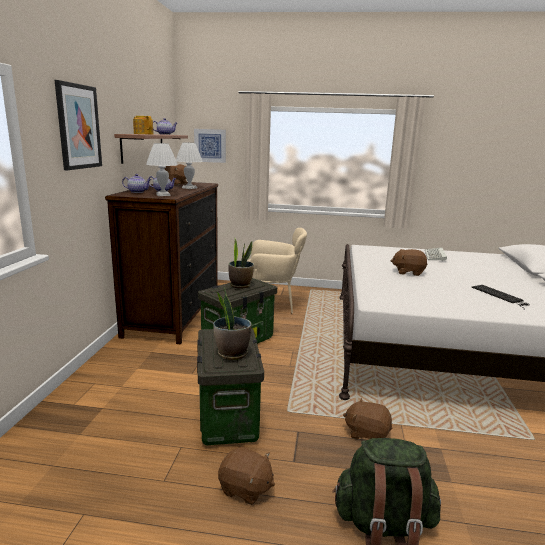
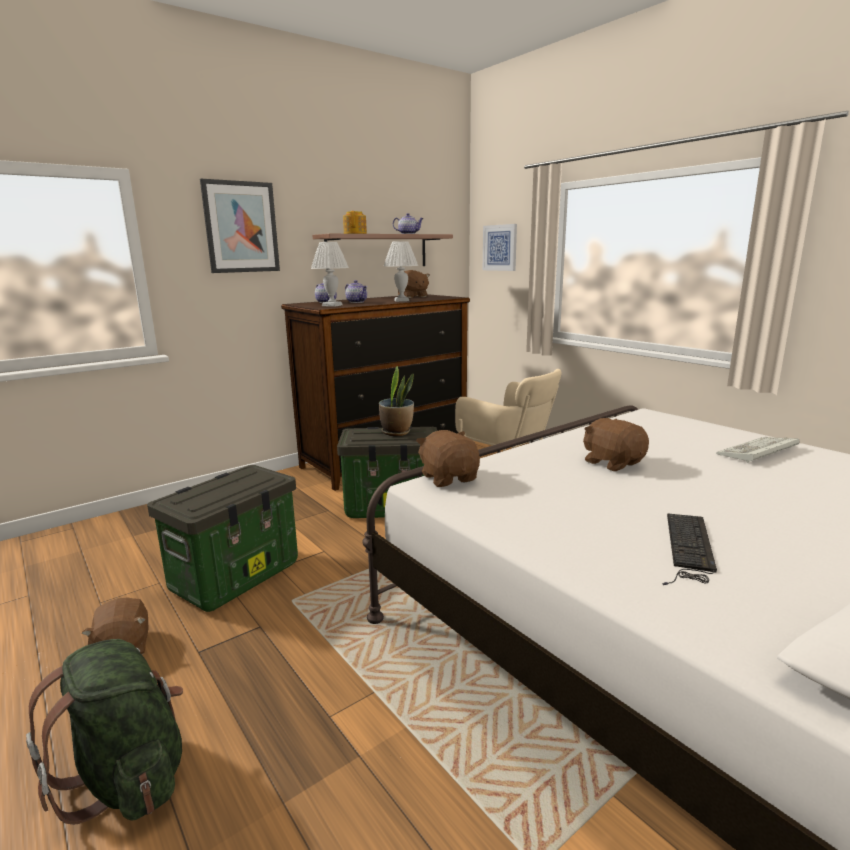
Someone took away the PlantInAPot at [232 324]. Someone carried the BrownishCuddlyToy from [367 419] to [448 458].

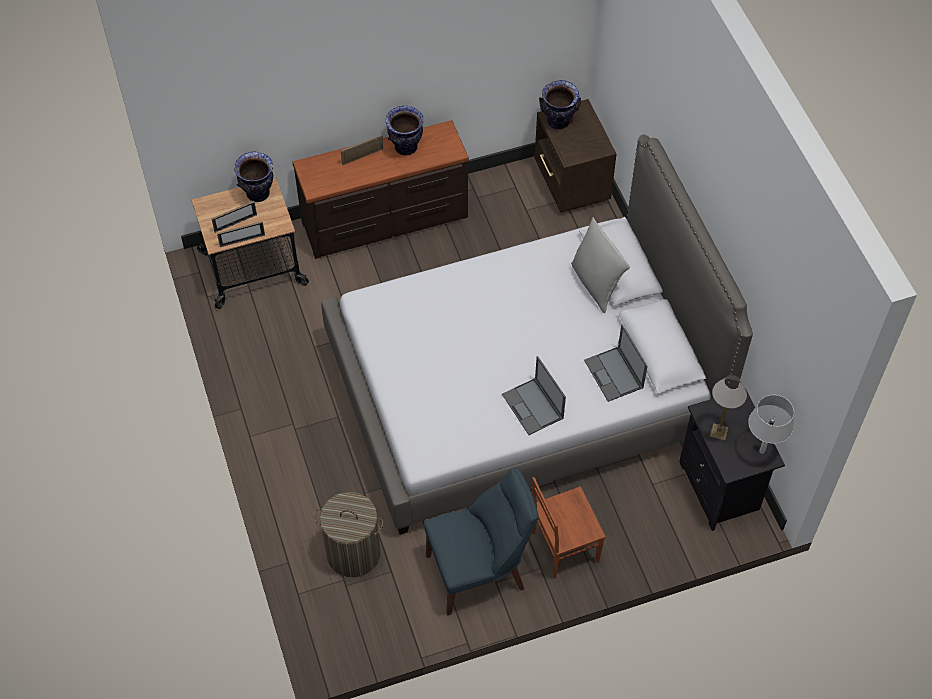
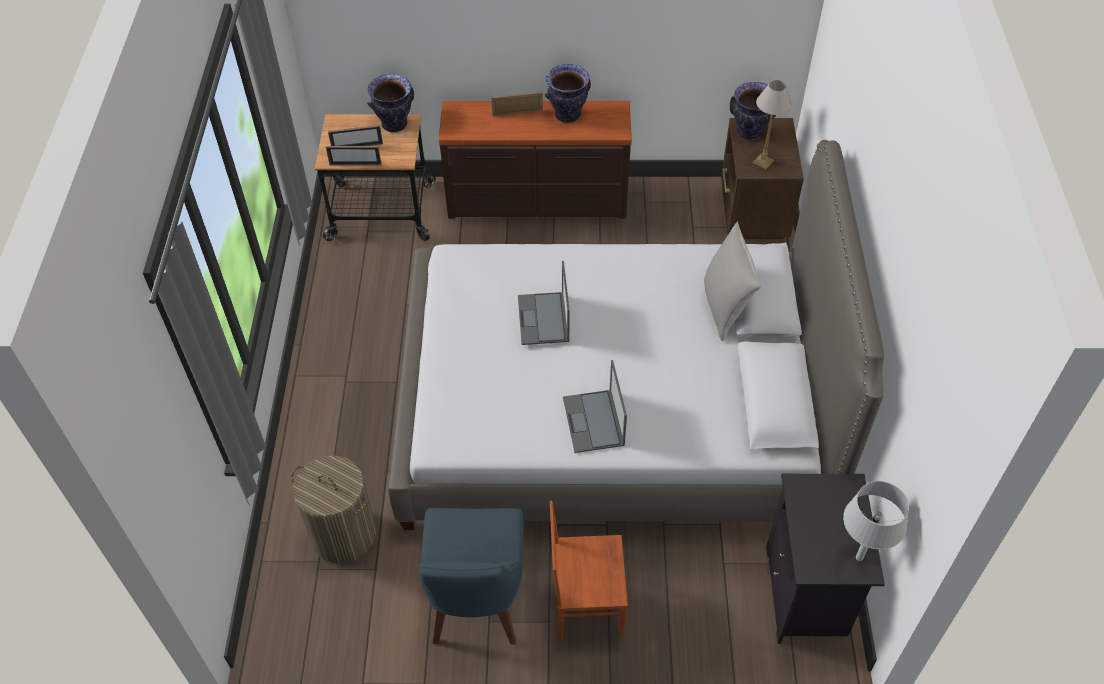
Someone carried the NotebookComputer from [615 363] to [543 303]. Someone carried the LampForATable from [728 408] to [772 124]. Someone rotated the BlueUprightChair at [481 542] by 90 degrees clockwise.

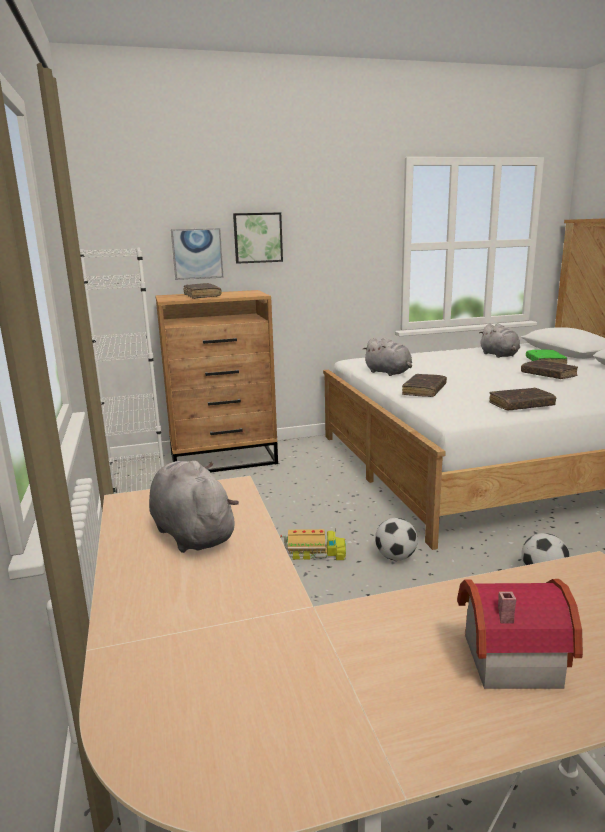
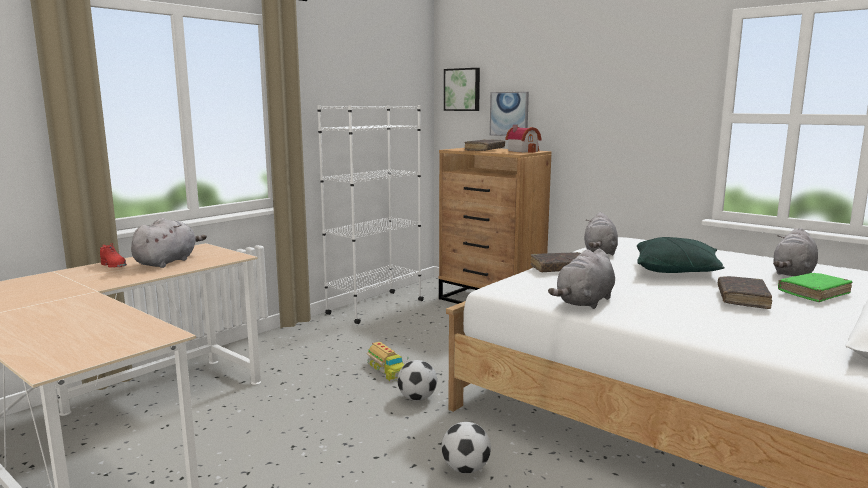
Someone put down the ReddishLowShoe at [113 255]. Someone put down the GreenCushion at [681 255]. Someone carried the Picture from [258 238] to [462 89]. Someone carried the ToyHouse from [520 634] to [523 139]. Someone swapped the BrownishBoundBook at [522 399] for the GreyishCuddlyToy at [581 279].

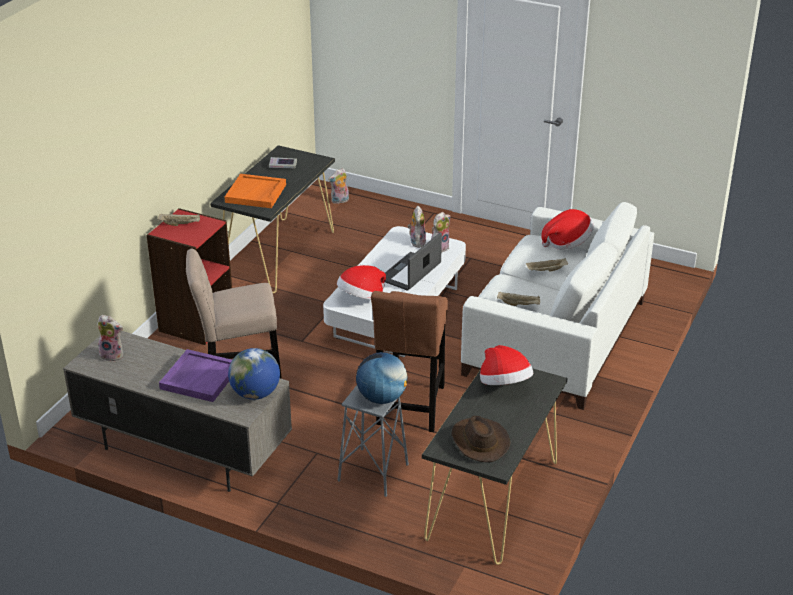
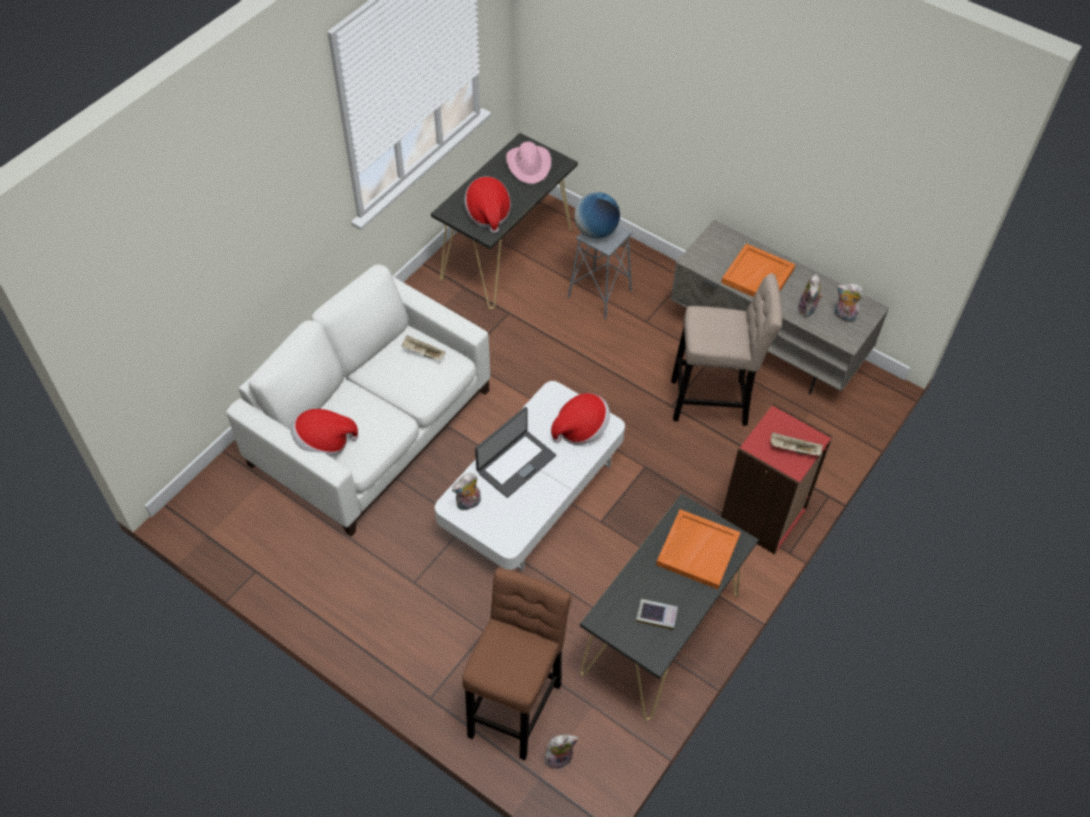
Someone took away the WorldGlobe at [254 374]. Someone took away the BeigeColouredServingTray at [547 265]. Someone carried the BrownishSittingStool from [409 361] to [517 664]. Someone carried the CuddlyToy from [417 227] to [810 296]. Someone repainted the PurpleServingTray at [195 375], which became the OrangeyServingTray at [758 270]. Someone repainted the BrownishHat at [481 439], which became the PinkColouredHat at [528 162].

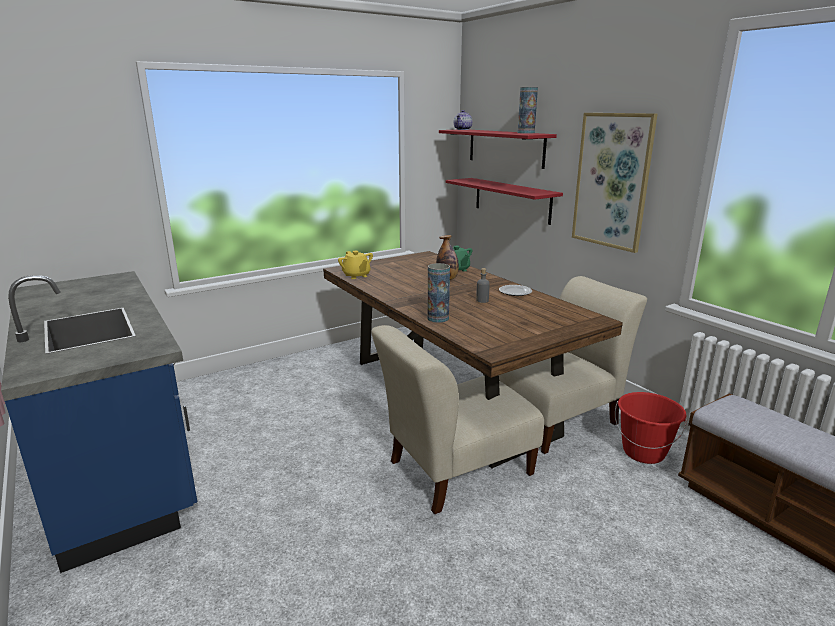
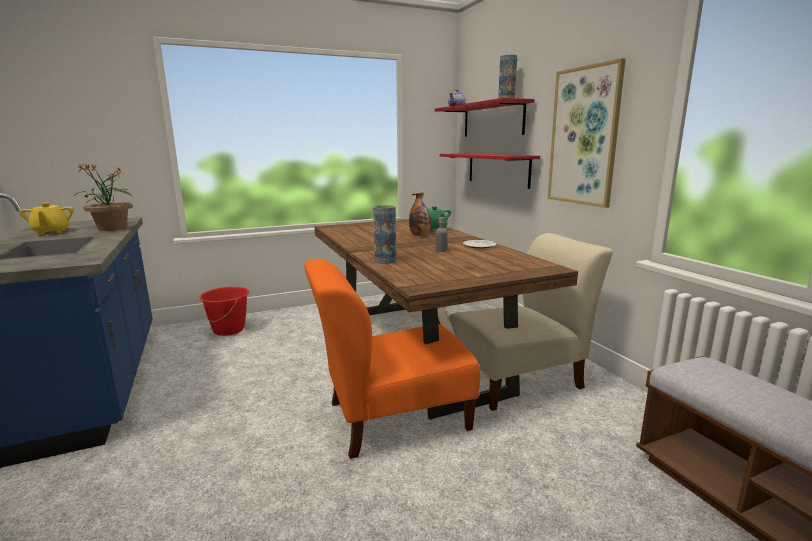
Someone put down the PlantInAPot at [103 197]. Someone carried the YellowishTeaPot from [355 265] to [46 219]. Someone carried the ReddishWaterBucket from [651 428] to [224 311]. Someone repainted the BeigeColouredUprightChair at [457 419], which became the OrangeyUprightChair at [392 359].

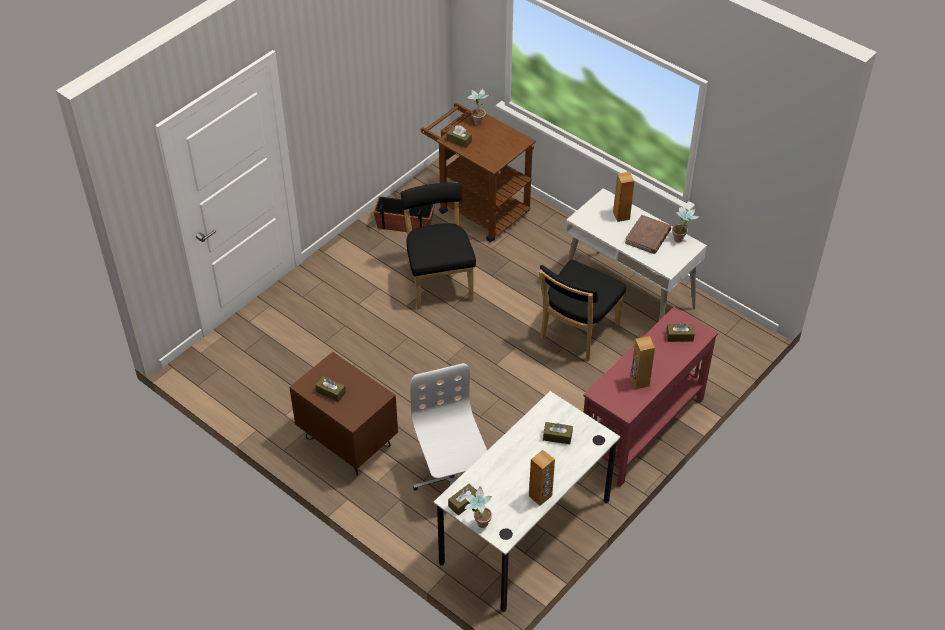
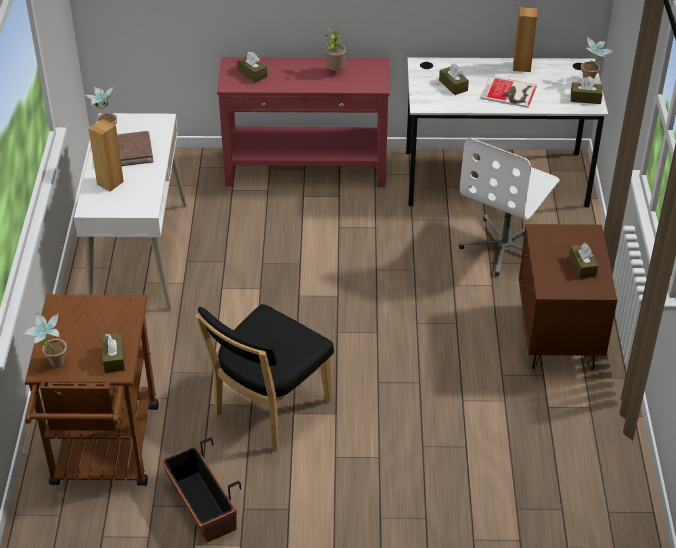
Someone took away the BlackishUprightChair at [582 310]. Someone put down the BoundBook at [508 92]. Someone swapped the BrownishAudioSpeaker at [642 362] for the PlantInAPot at [335 48].

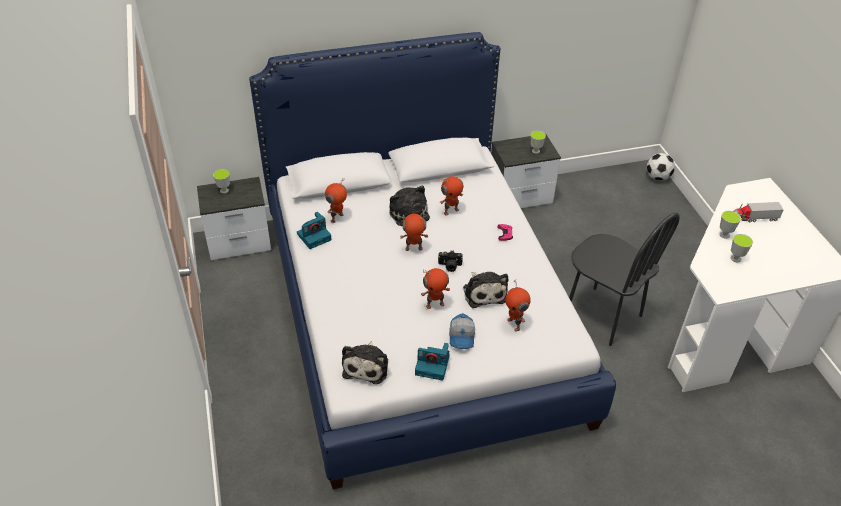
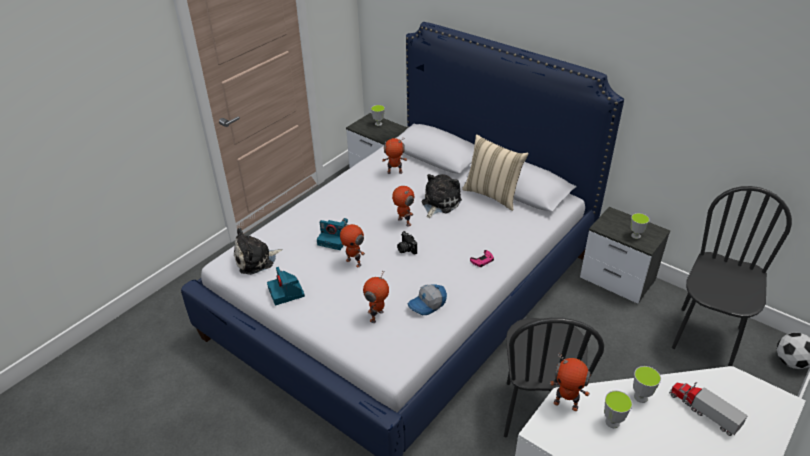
Someone took away the CuddlyToy at [485 290]. Someone put down the BeigeColouredCushion at [495 173]. Someone put down the BlackishUprightChair at [732 276]. Someone carried the PhotoCamera from [314 230] to [332 234]. Someone carried the RobotFigure from [452 196] to [570 382]. Someone carried the PeakedCap from [462 331] to [427 299].

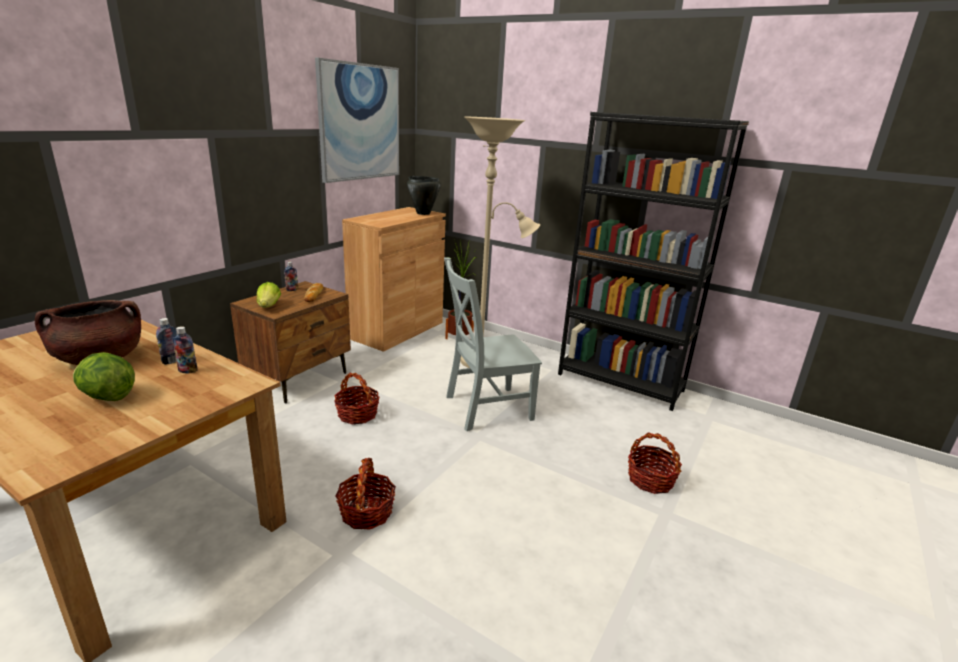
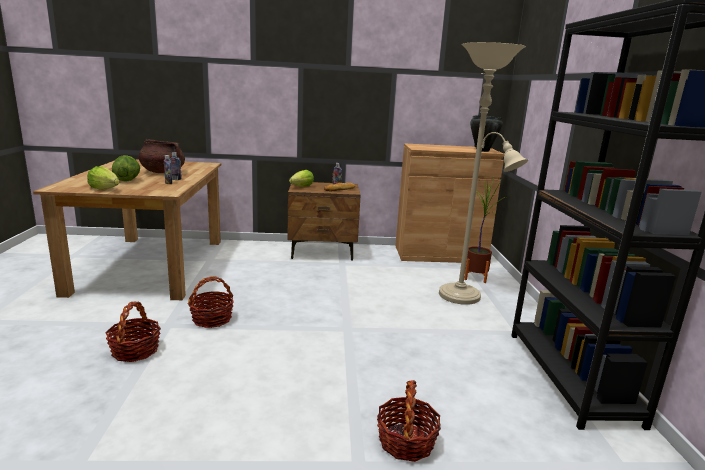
Someone took away the Picture at [357 120]. Someone took away the GreyishUprightChair at [493 344]. Someone put down the HeadOfLettuce at [103 178]. Someone carried the HouseholdBasket from [356 398] to [133 331].

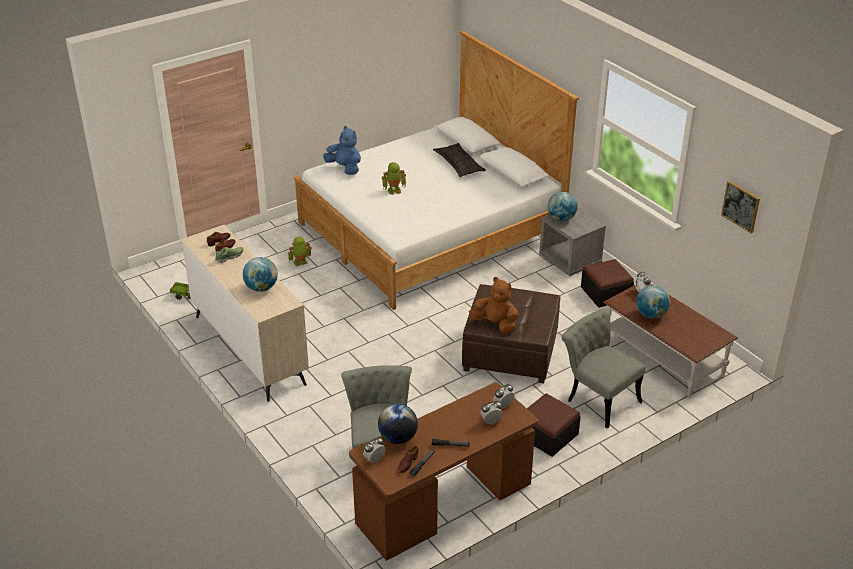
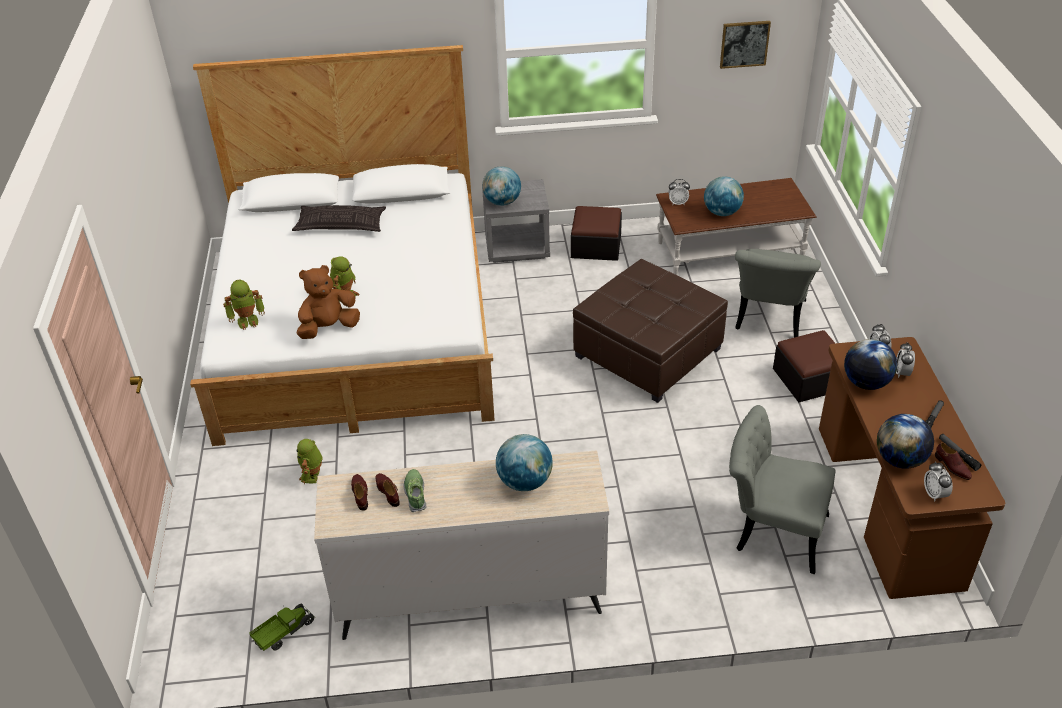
Someone put down the WorldGlobe at [870 364]. Someone carried the BrownishCuddlyToy from [494 305] to [328 302]. Someone swapped the BlueCuddlyToy at [342 150] for the RobotFigure at [244 305]. Someone rotated the GreyishUprightChair at [603 368] by 60 degrees counterclockwise.

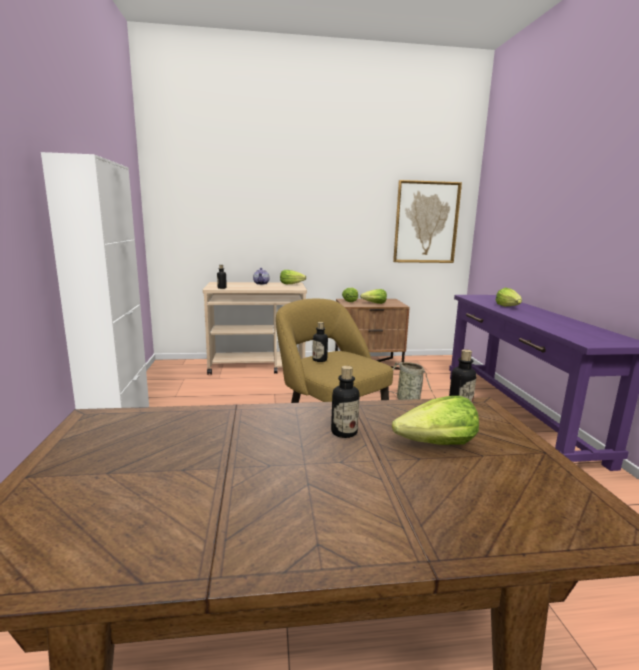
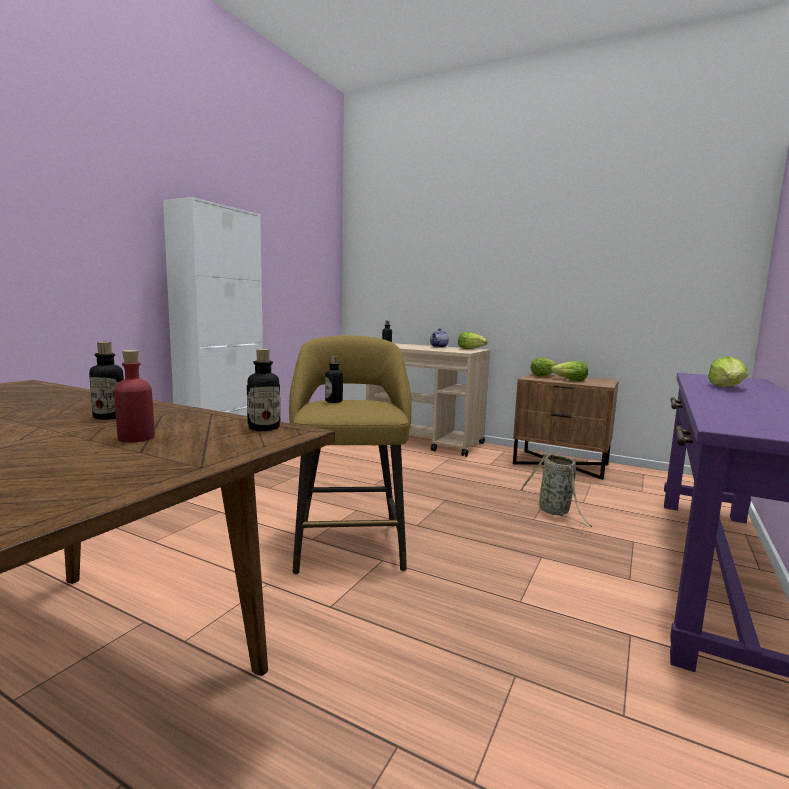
Someone took away the Picture at [427 221]. Someone swapped the HeadOfLettuce at [435 420] for the ReddishBeverageBottle at [134 396].

